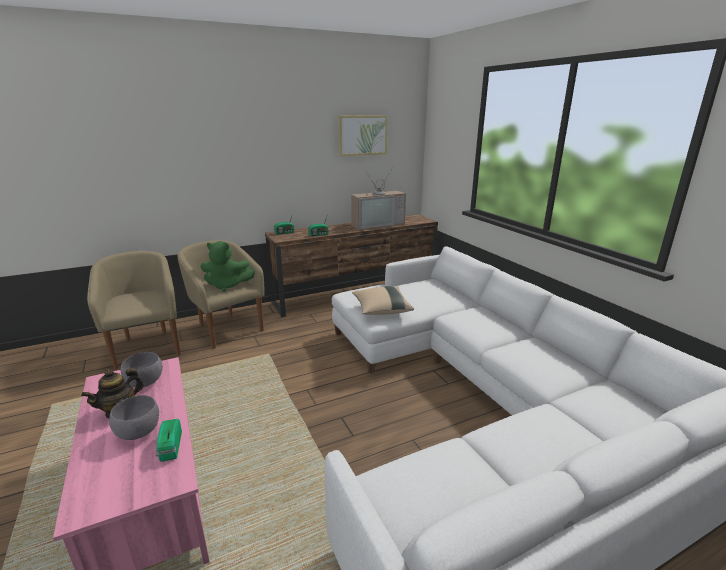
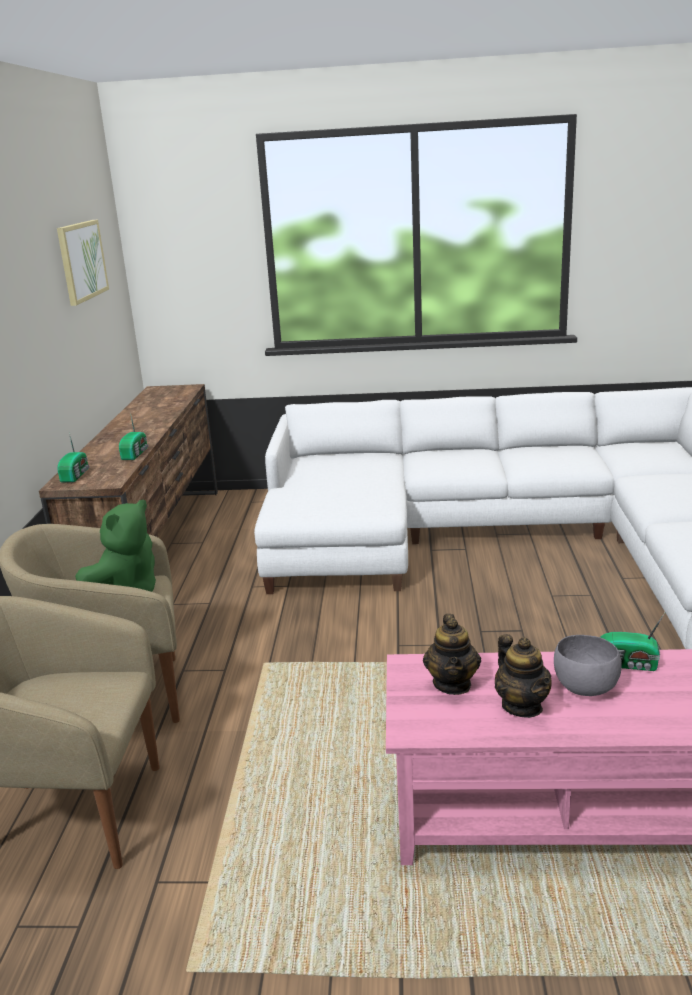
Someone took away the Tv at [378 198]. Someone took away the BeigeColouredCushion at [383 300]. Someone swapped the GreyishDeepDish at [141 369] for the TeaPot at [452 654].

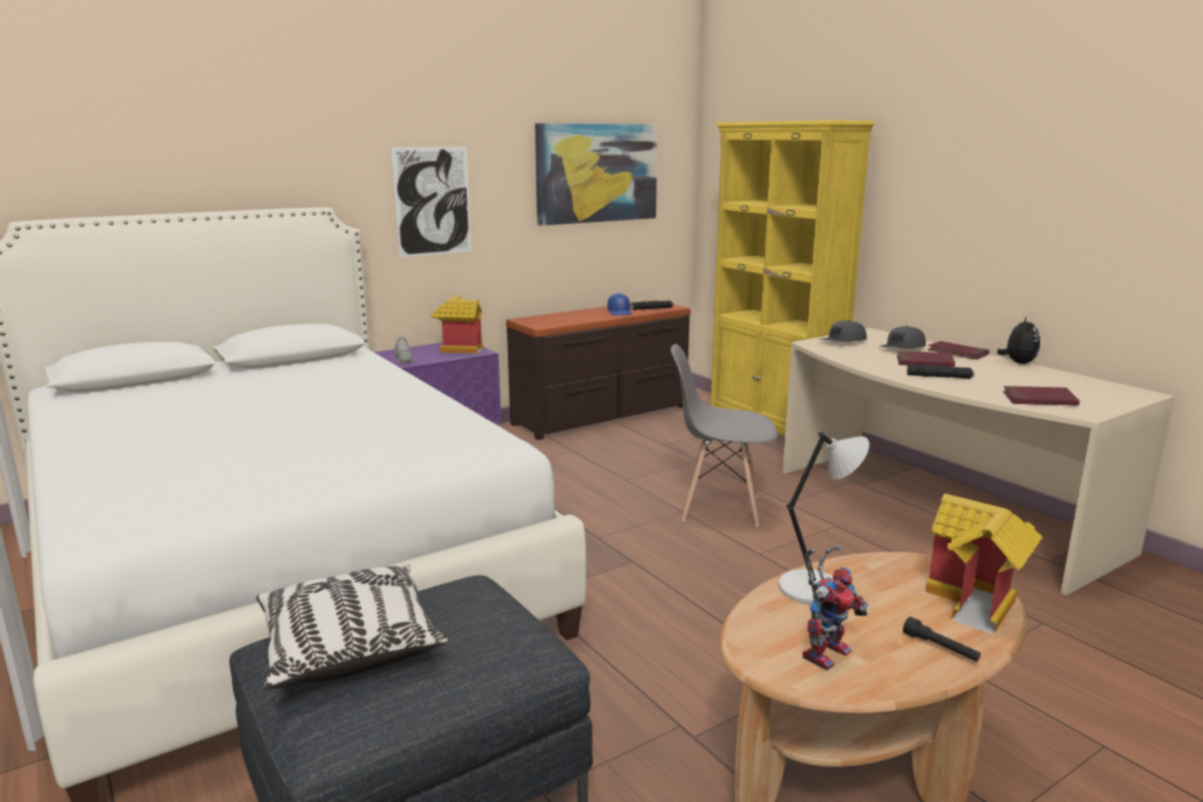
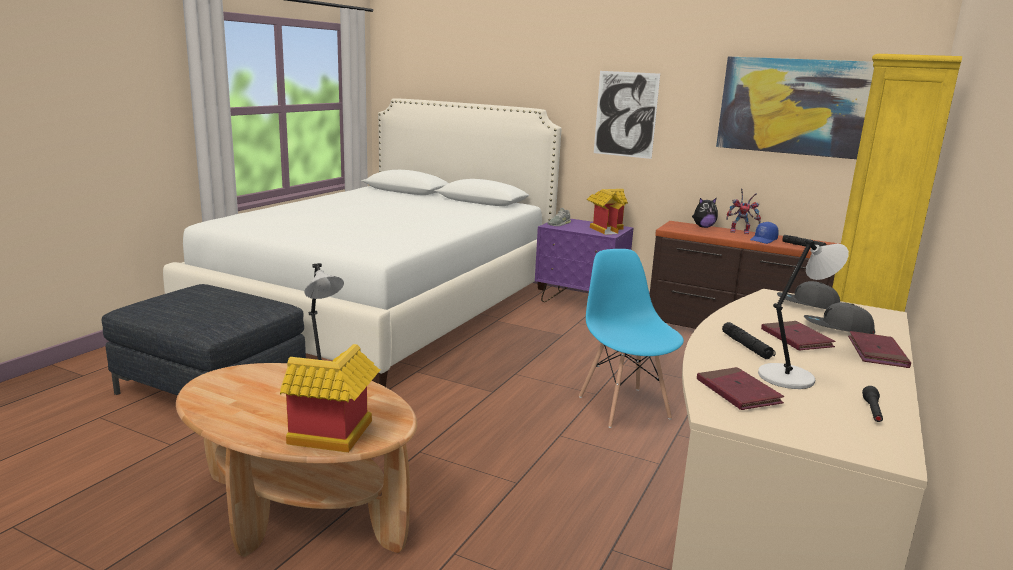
Someone took away the Cushion at [352 627]. Someone put down the GreyishLampForATable at [803 314]. Someone carried the RobotFigure from [835 608] to [743 211]. Someone carried the BlackishHandTorch from [942 639] to [872 404]. Someone carried the CuddlyToy from [1018 340] to [705 213]. Someone repainted the GreyishUprightChair at [724 435], which became the BlueUprightChair at [631 338].

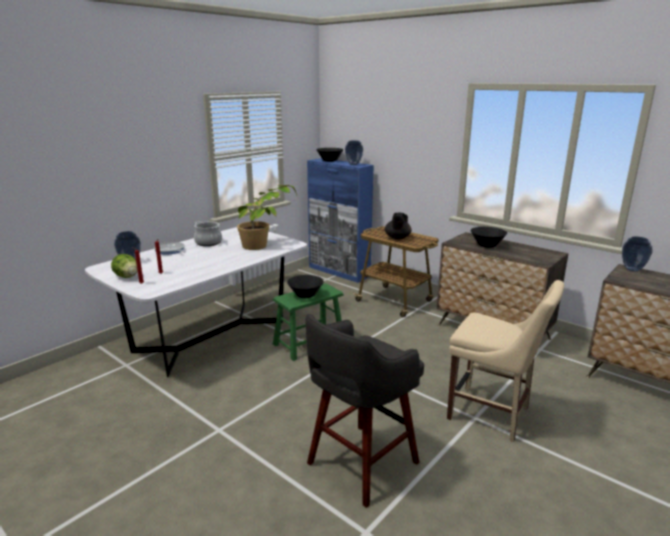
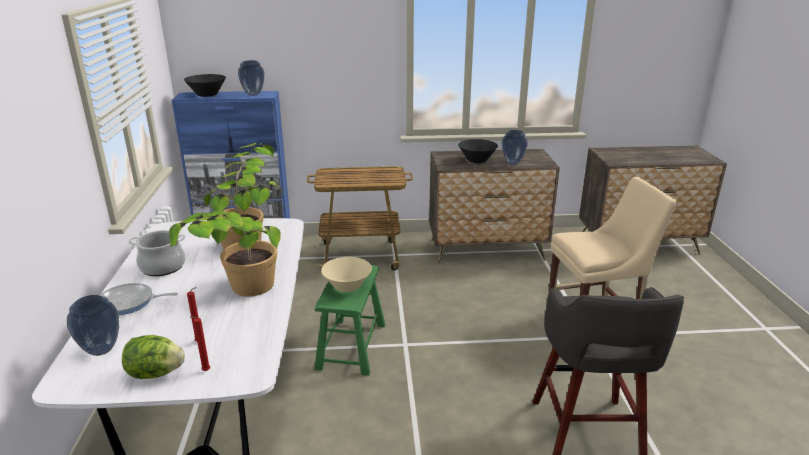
Someone took away the BlackishTeaPot at [398 226]. Someone put down the PlantInAPot at [225 253]. Someone carried the FlowerVase from [637 254] to [515 147]. Someone repainted the BlackishDeepDish at [305 286], which became the BeigeColouredDeepDish at [346 274].

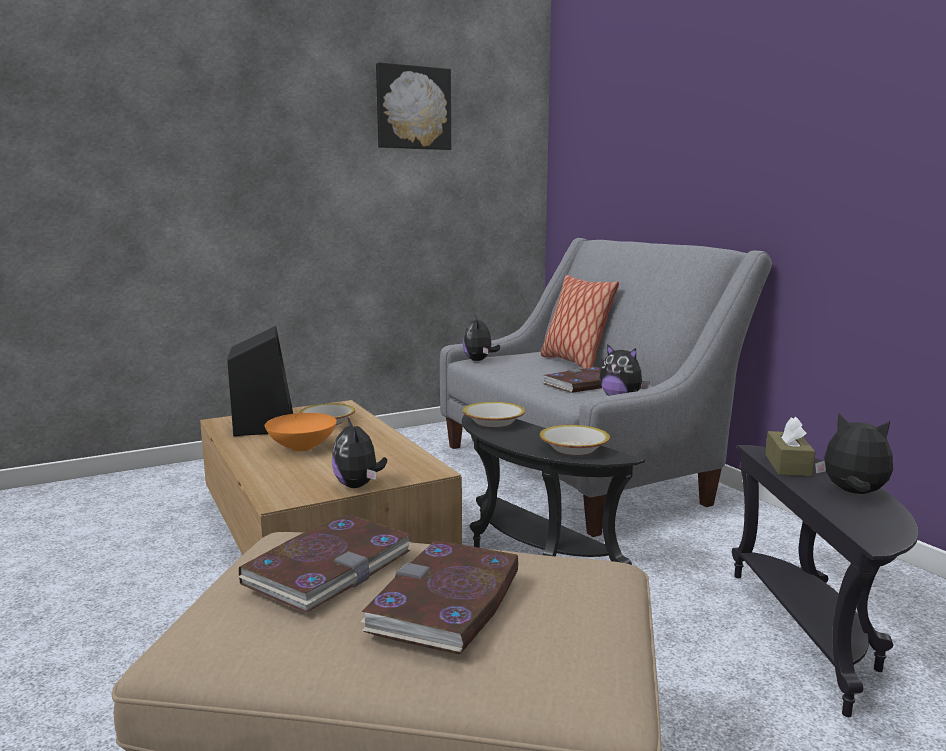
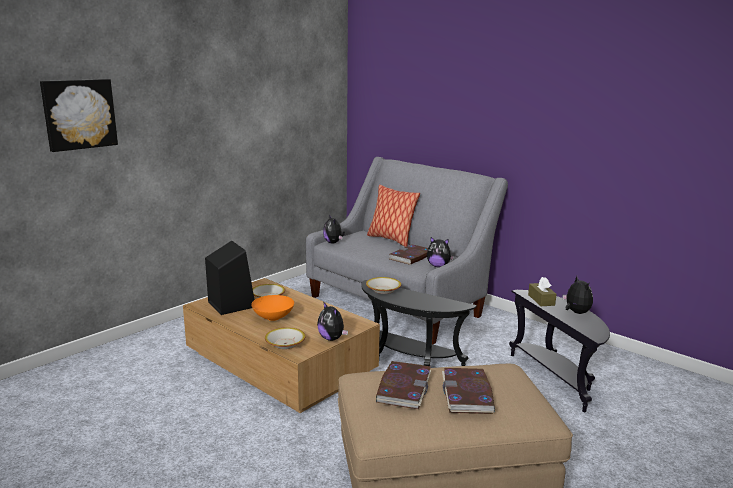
Someone carried the Picture from [413 106] to [79 115]. Someone carried the DeepDish from [575 440] to [285 338]. Someone rotated the CuddlyToy at [854 454] by 60 degrees clockwise.

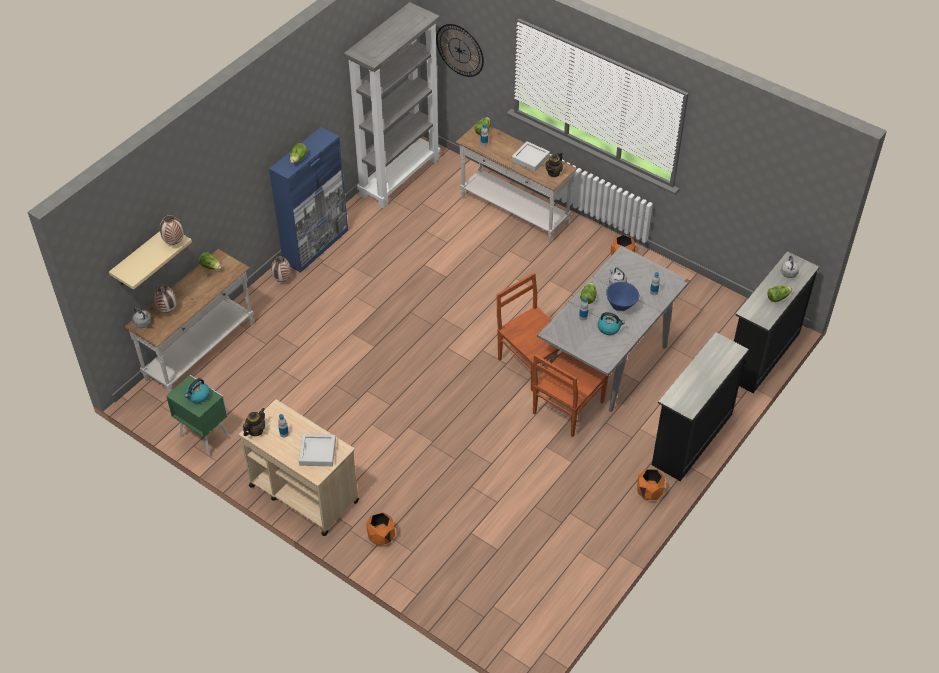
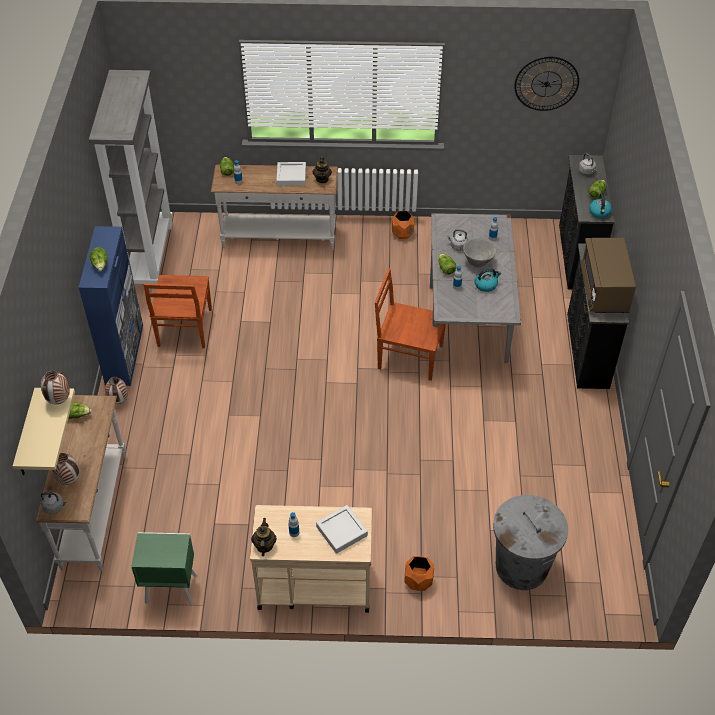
Someone took away the OrangeyPlantPot at [651 484]. Someone put down the GreyishRubbishBin at [530 542]. Someone put down the BrownishMicrowaveOven at [608 275]. Someone carried the WaterKettle from [197 390] to [600 205]. Someone carried the WallClock from [460 50] to [546 84]. Someone carried the BrownishUprightChair from [570 394] to [178 311]. Someone repainted the BlueDeepDish at [622 296], which became the GreyishDeepDish at [480 252].

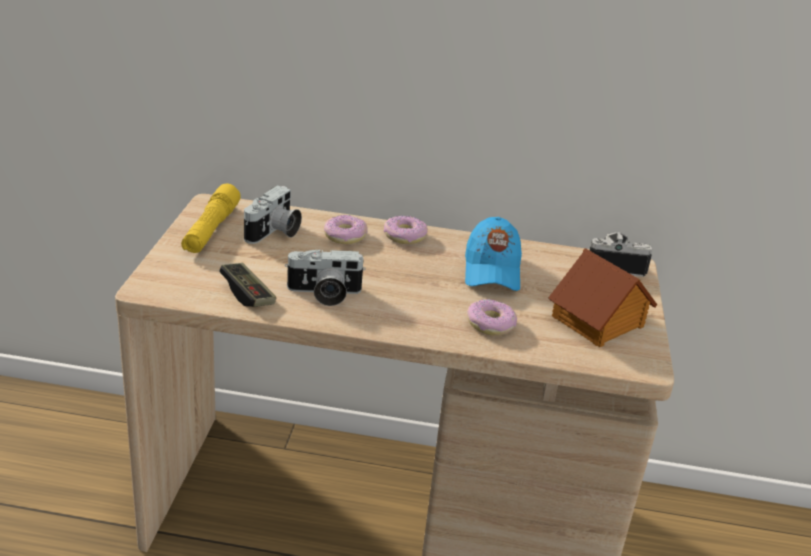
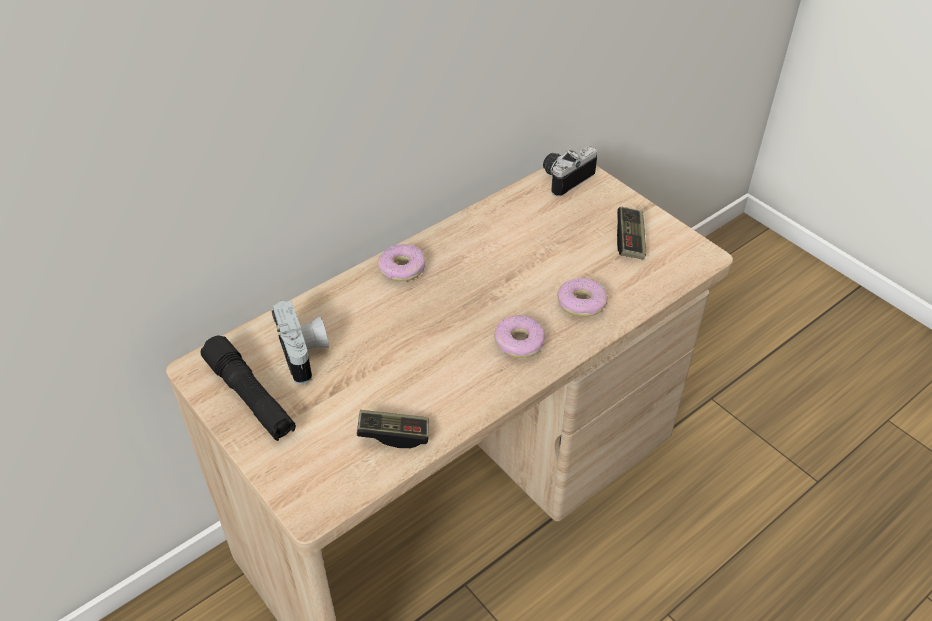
Someone took away the PhotoCamera at [325 277]. Someone took away the BluePeakedCap at [493 254]. Someone carried the RingDoughnut from [346 229] to [519 336]. Someone swapped the ToyHouse at [602 297] for the GameController at [631 232]. Someone repainted the YellowishHandTorch at [211 218], which became the BlackishHandTorch at [248 388].

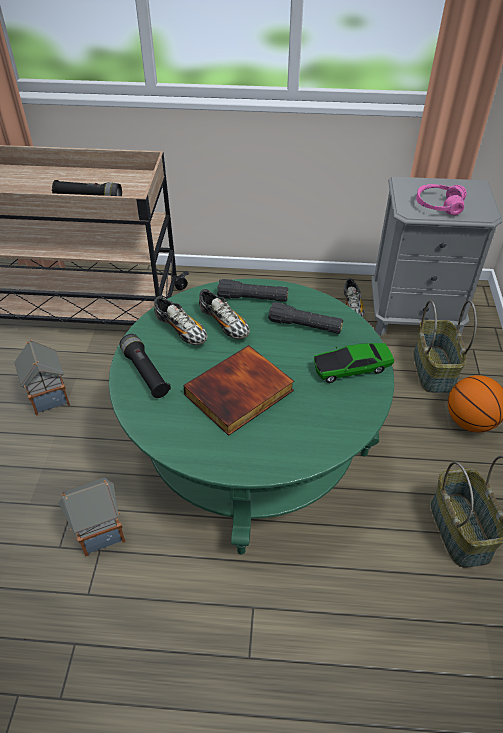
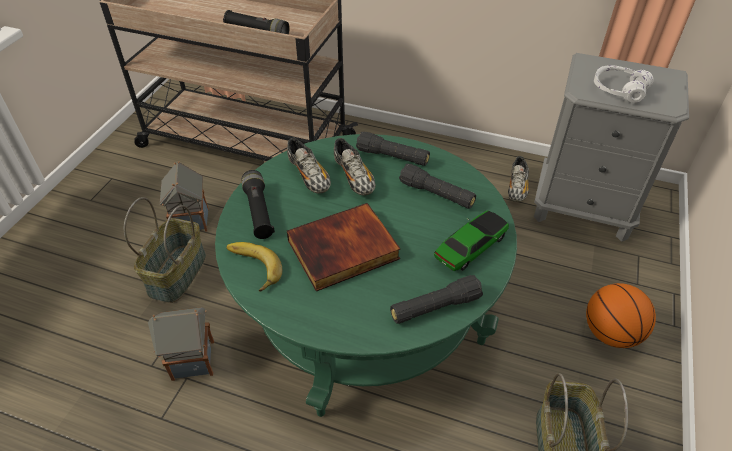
Someone put down the BananaFruit at [254 266]. Someone put down the BlackishHandTorch at [436 299]. Someone carried the HouseholdBasket from [445 346] to [165 250]. Someone repainted the PinkColouredPairOfHeadphones at [441 199], which became the WhiteColouredPairOfHeadphones at [624 84]. Someone rotated the ModelCar at [354 363] by 135 degrees clockwise.

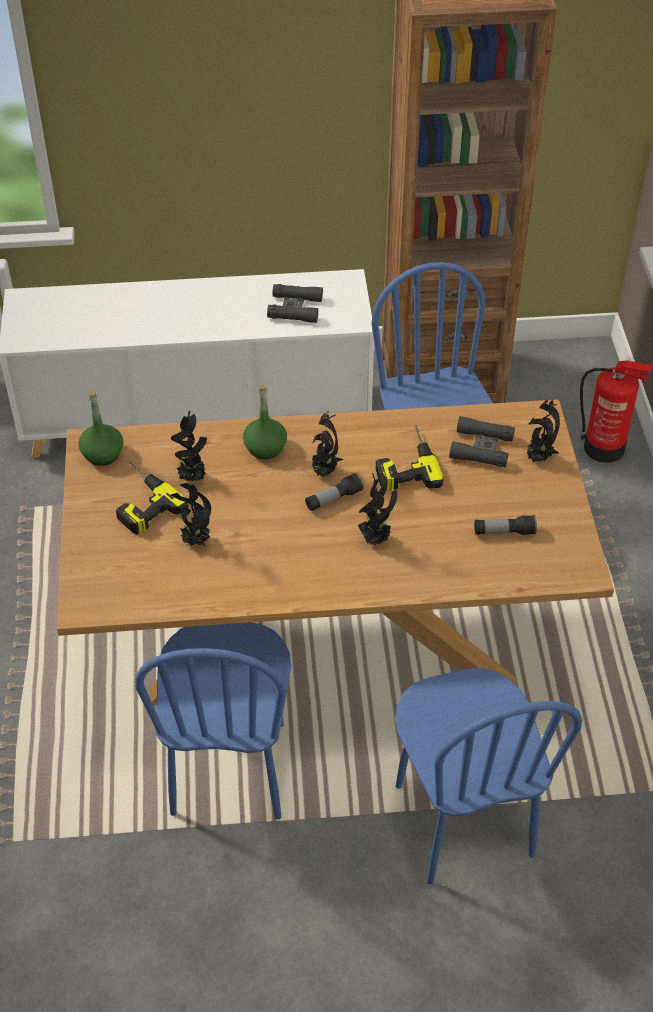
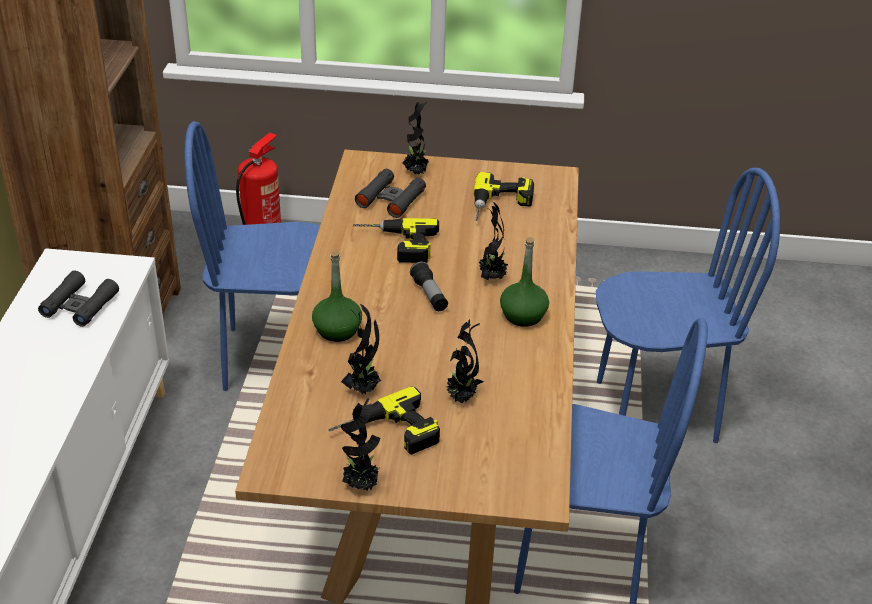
Someone carried the GreenBeverageBottle from [100 428] to [524 282]. Someone carried the PlantInAPot from [327 444] to [360 444]. Someone swapped the HandTorch at [505 525] for the PowerDrill at [504 196].

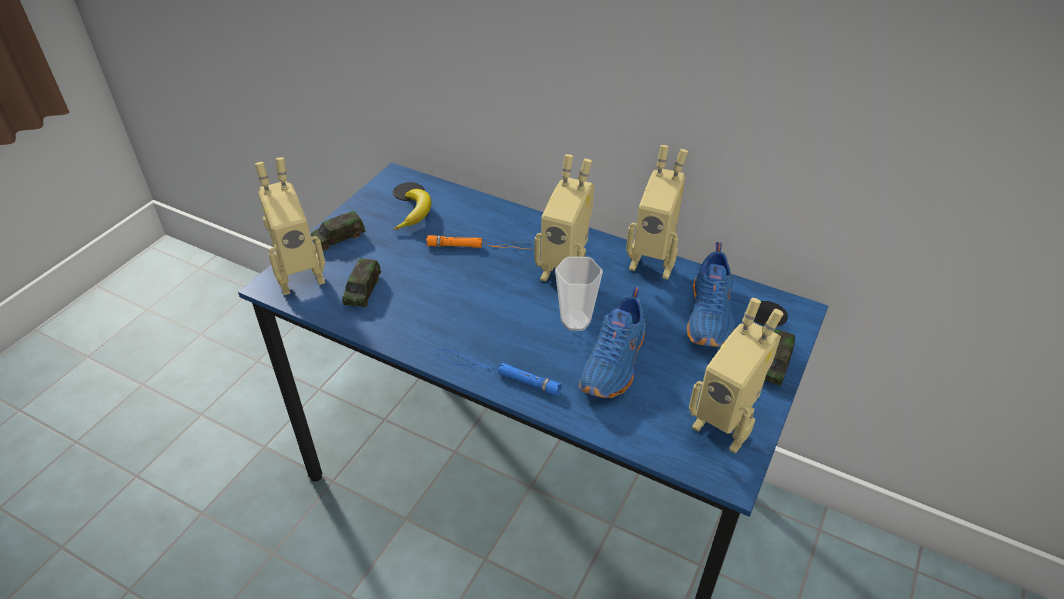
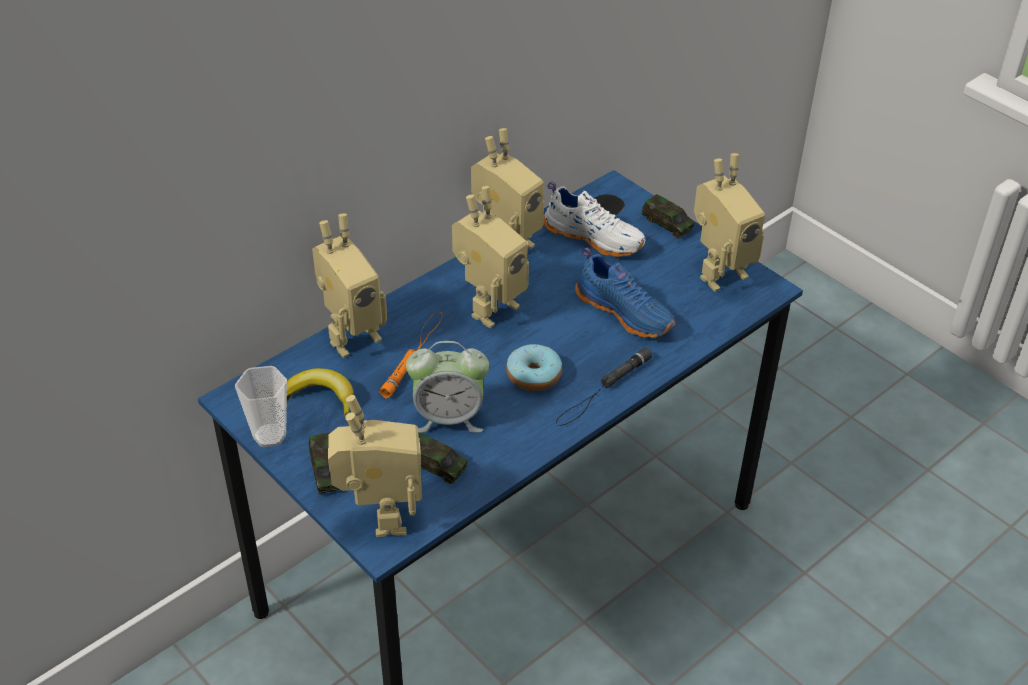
Someone put down the RobotFigure at [349 285]. Someone put down the TableClock at [447 387]. Someone put down the RingDoughnut at [534 367]. Someone carried the Cup from [579 293] to [261 406]. Someone repainted the BlueHandTorch at [499 372], which became the BlackishHandTorch at [604 386]. Someone repainted the BlueLowShoe at [710 294], which became the WhiteColouredLowShoe at [595 219].

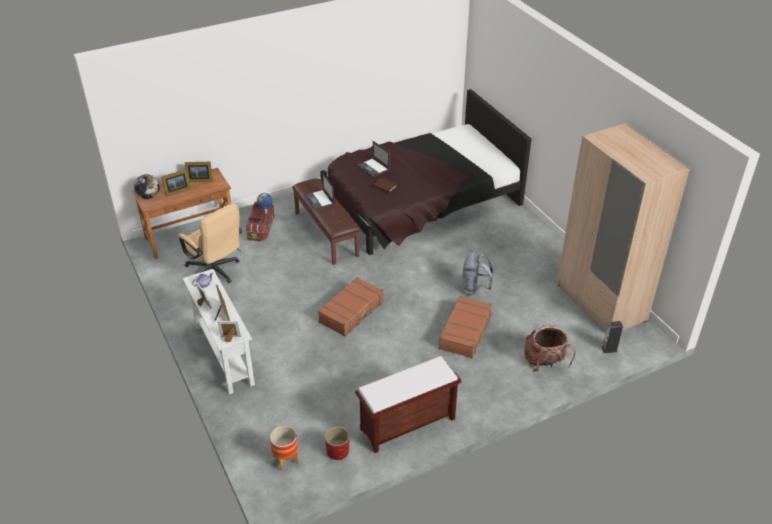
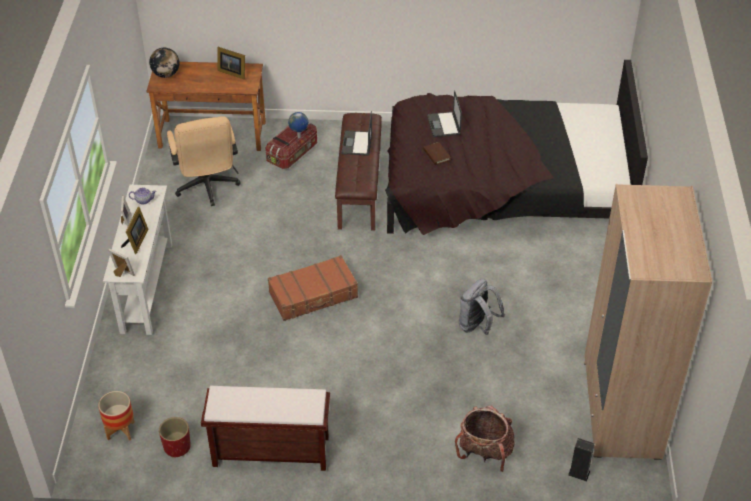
Someone took away the PhotoFrame at [176 182]. Someone took away the BrownishTravelCase at [465 327].

